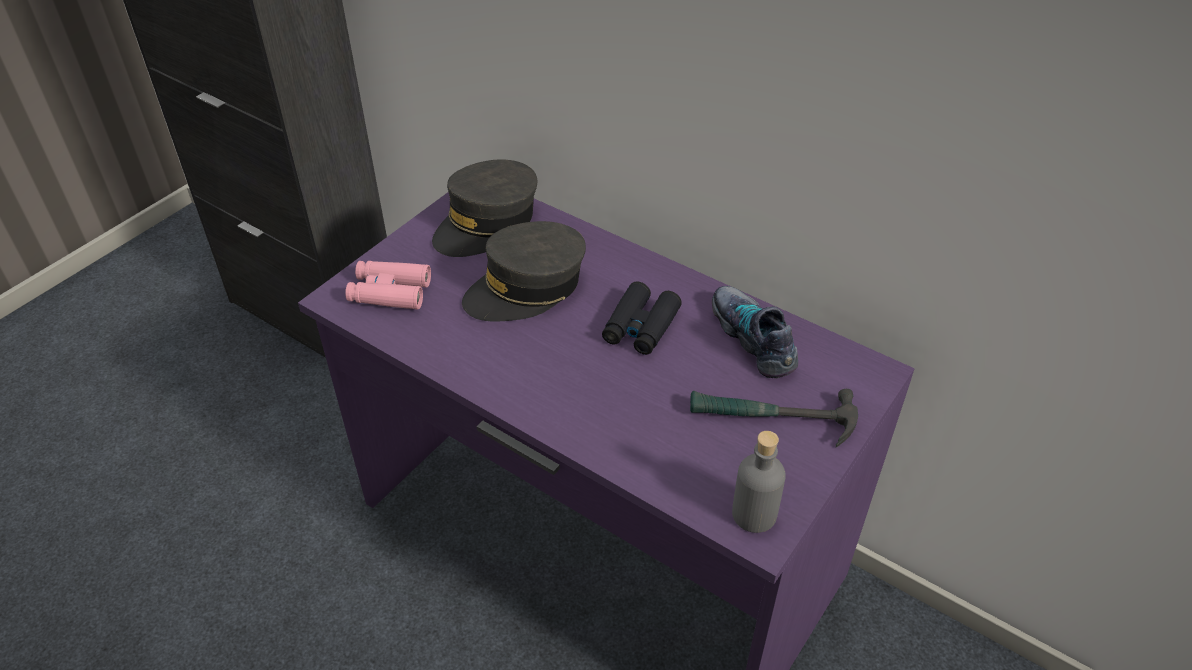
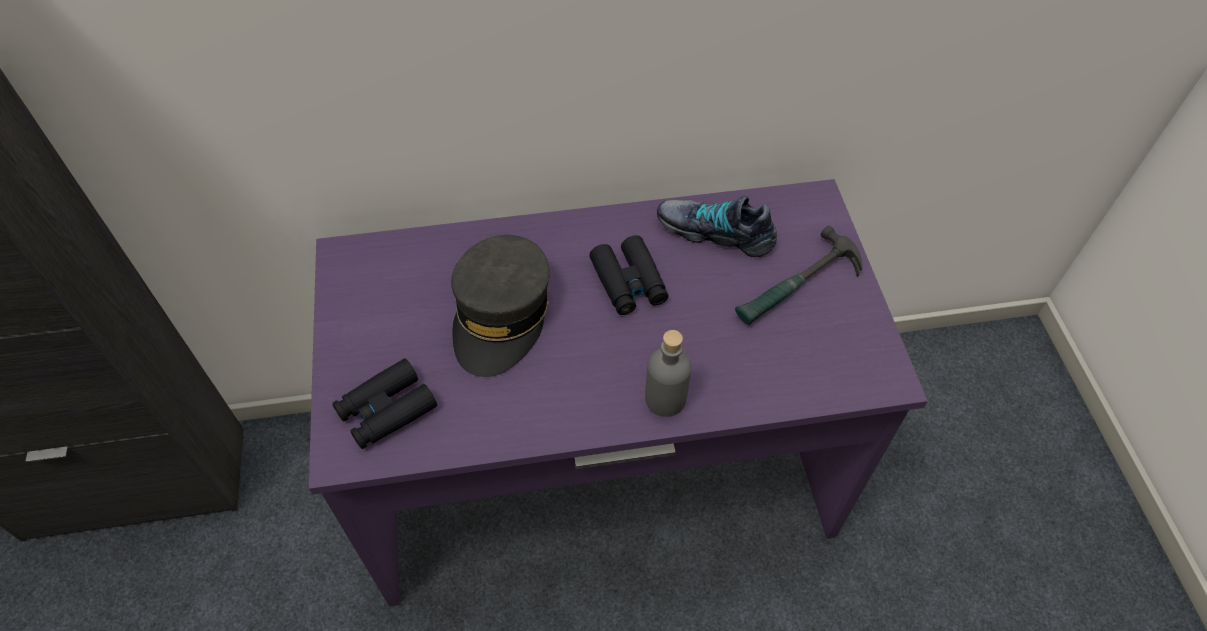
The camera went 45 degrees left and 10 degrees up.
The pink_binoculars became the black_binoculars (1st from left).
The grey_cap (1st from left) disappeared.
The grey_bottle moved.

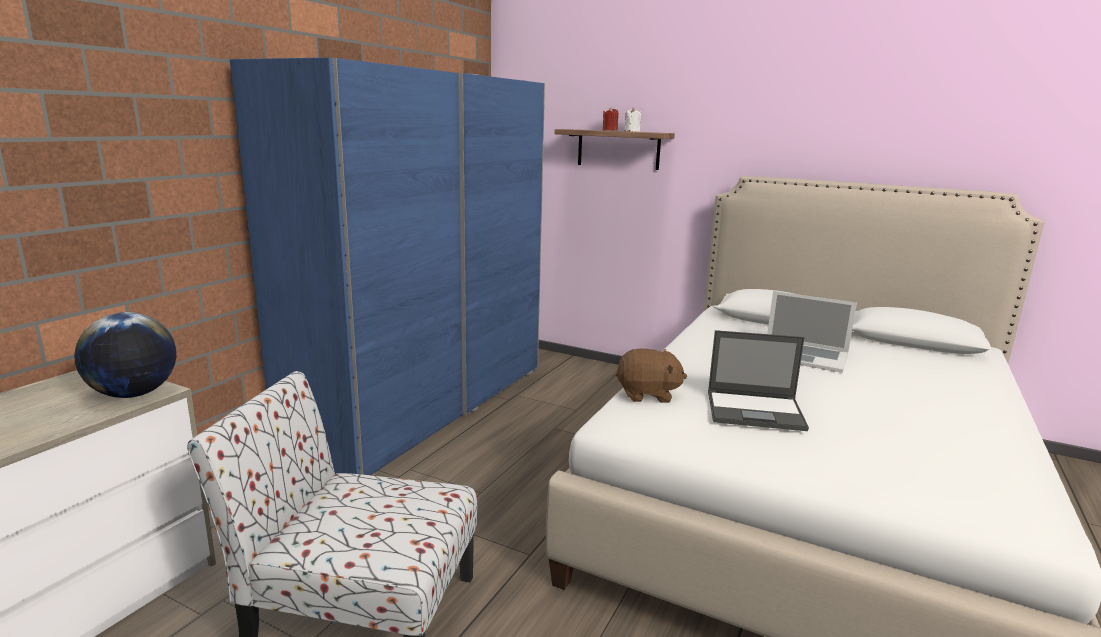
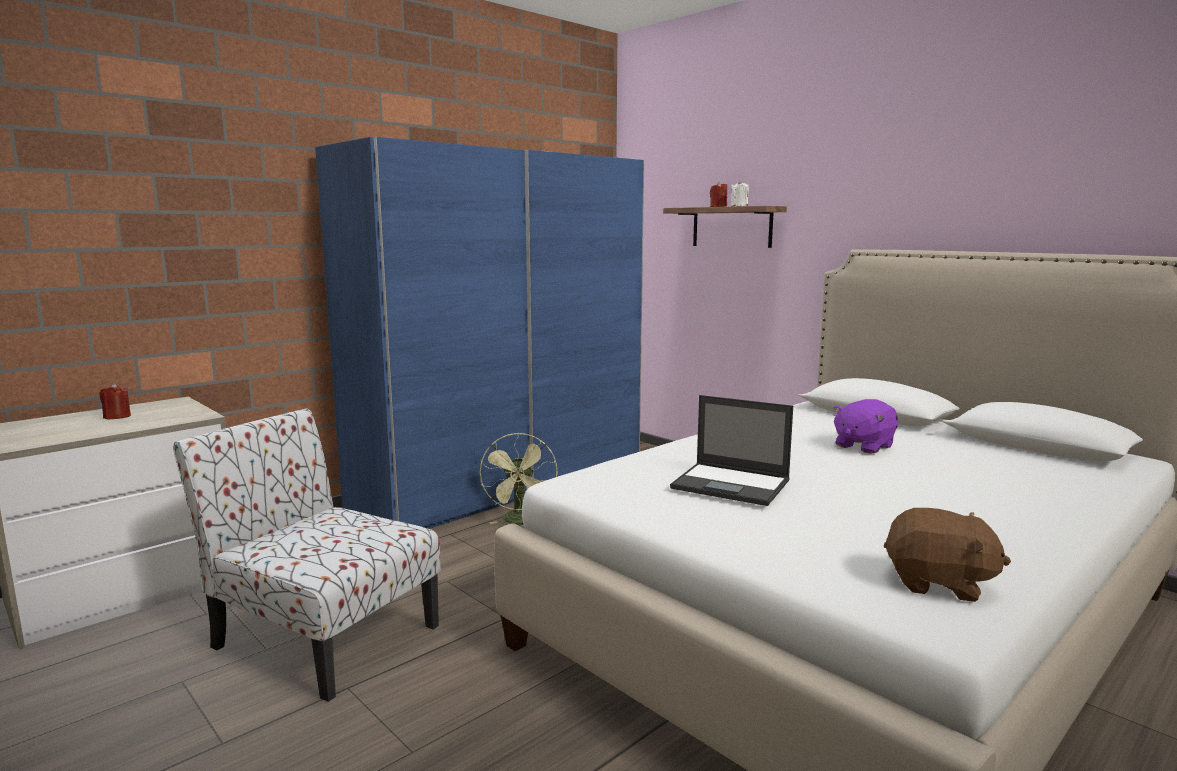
The camera went 20 degrees right and 5 degrees down.
The globe disappeared.
The brown_plush_toy moved.
The laptop (2nd from left) was replaced by the purple_plush_toy.
The red_candle (1st from left) appeared.
The green_fan appeared.

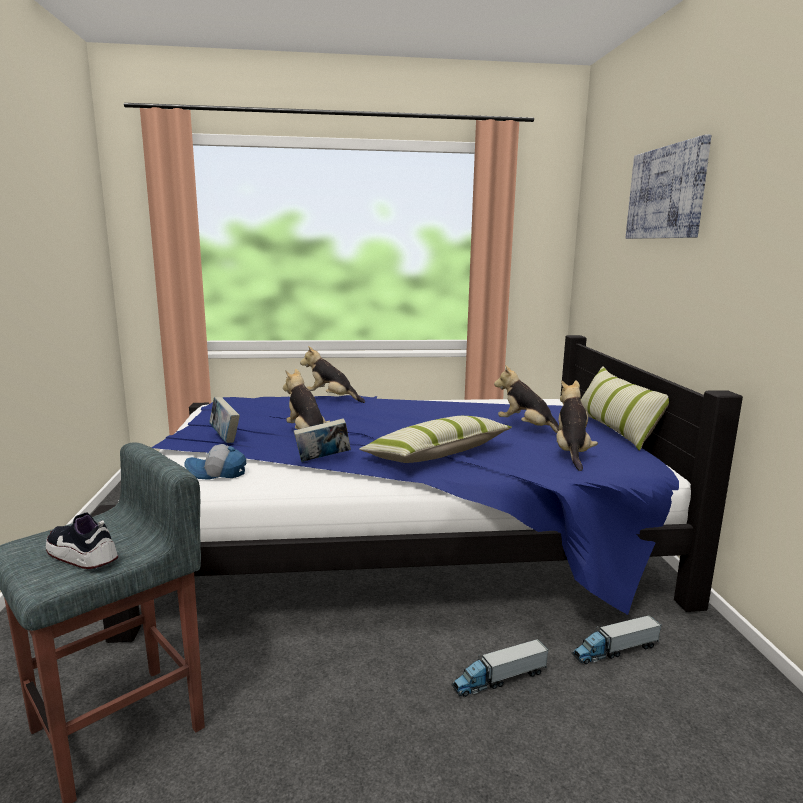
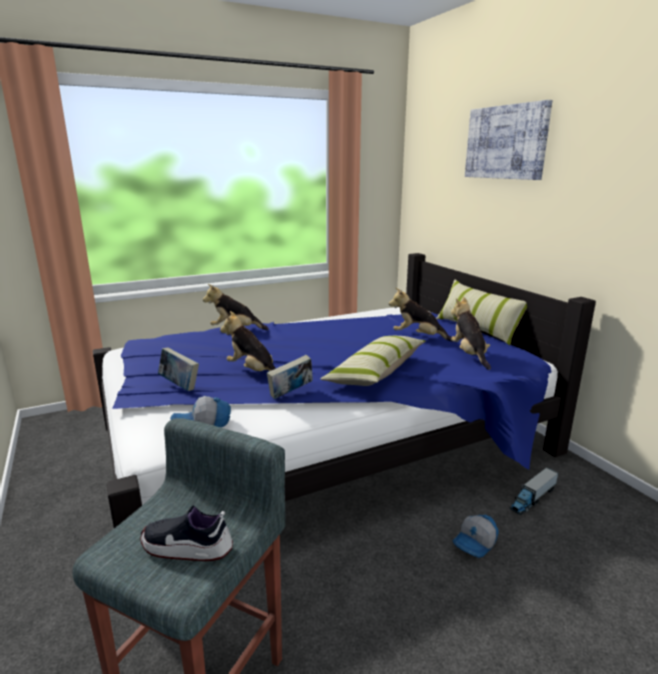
The camera went 20 degrees left and 5 degrees up.
The toy_truck (1st from left) was replaced by the cap (2nd from left).

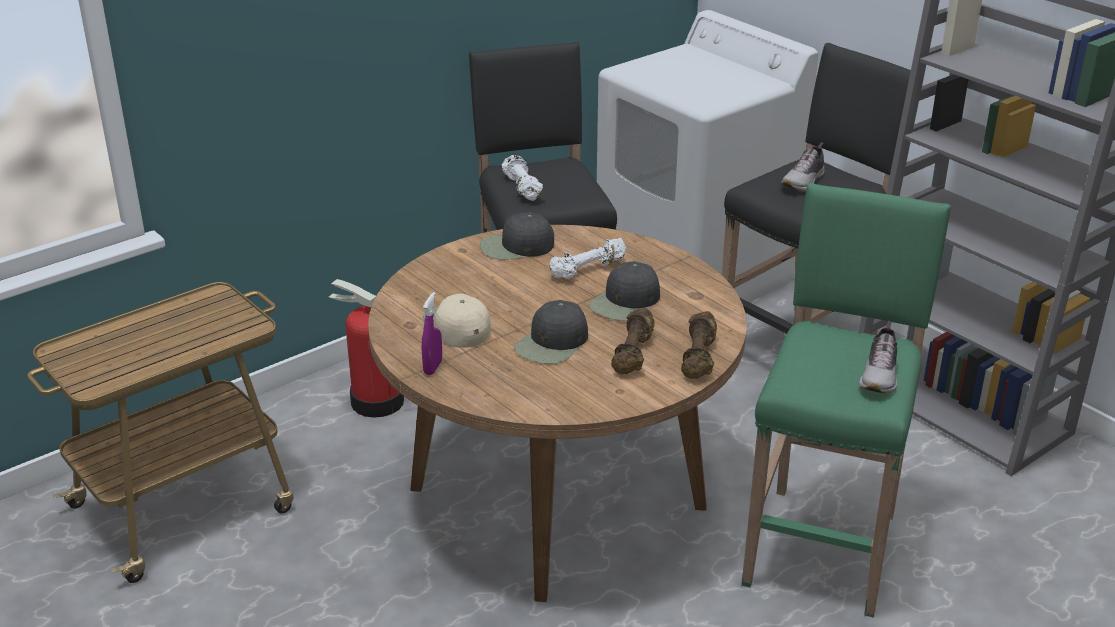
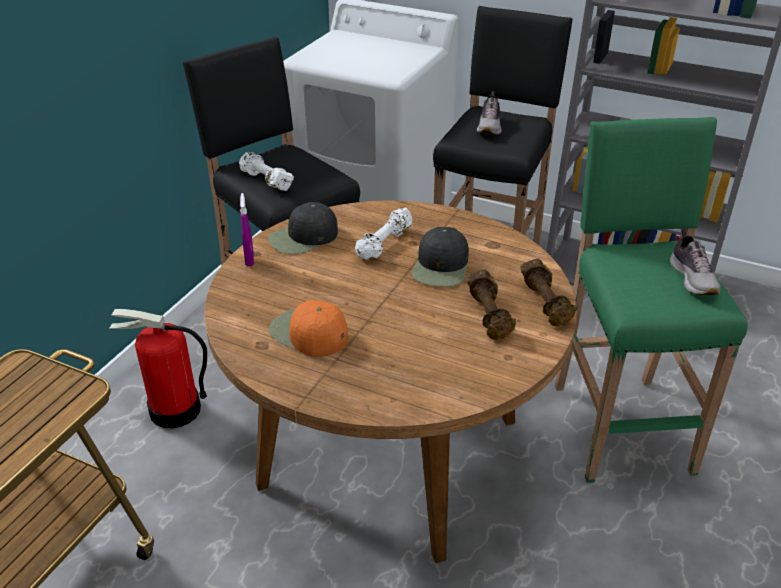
The camera went 25 degrees left and 5 degrees up.
The purple_spray_bottle moved.
The beige_cap became the orange_cap.
The black_cap (2nd from left) disappeared.

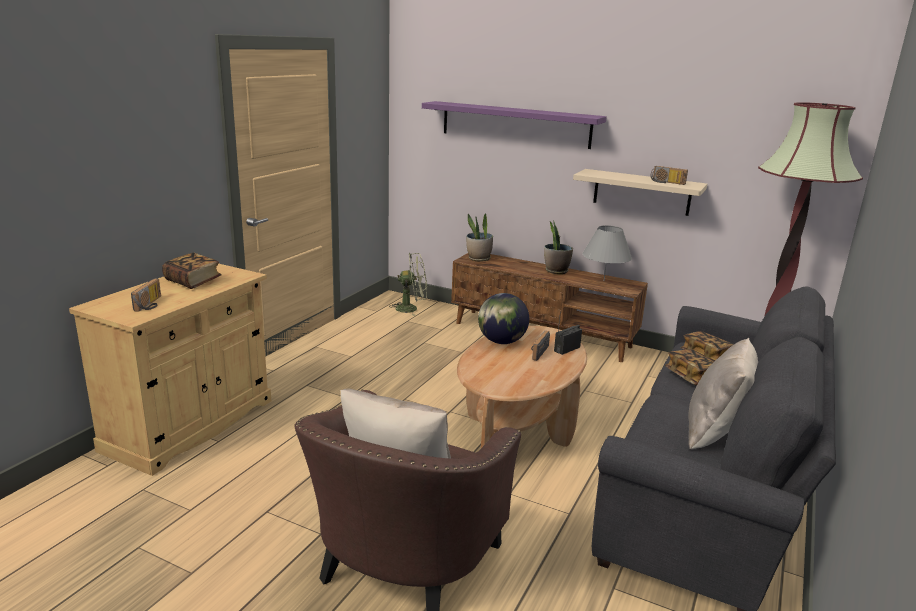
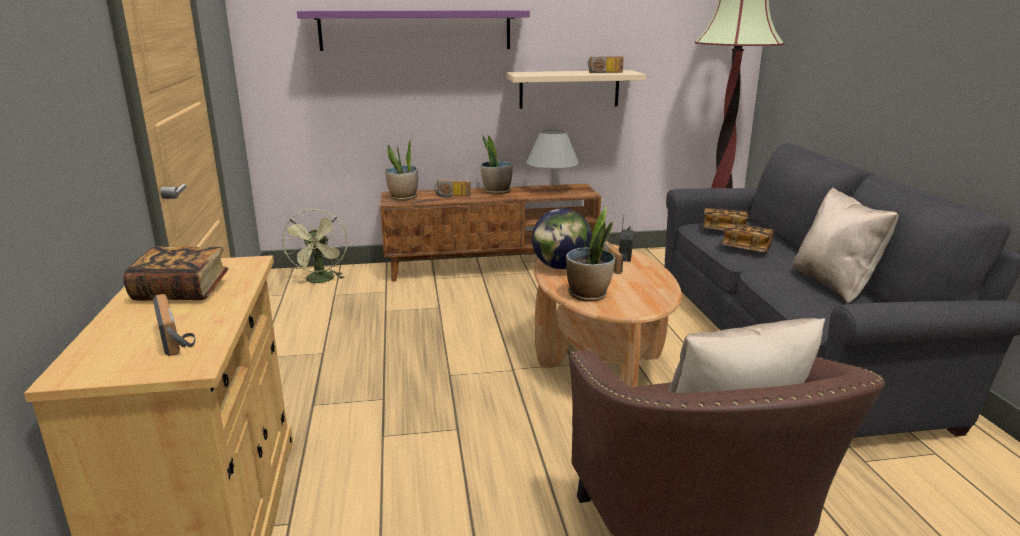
The camera went 35 degrees left and 0 degrees up.
The green_fan turned 120 degrees clockwise.
The radio (2nd from left) appeared.
The potted_plant (3rd from left) appeared.

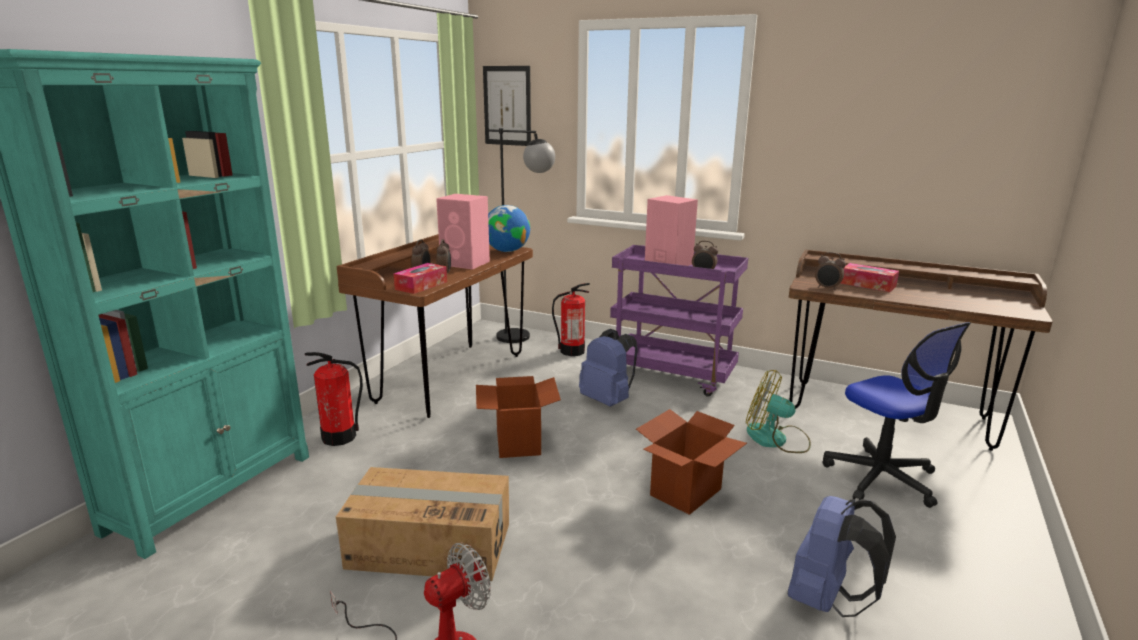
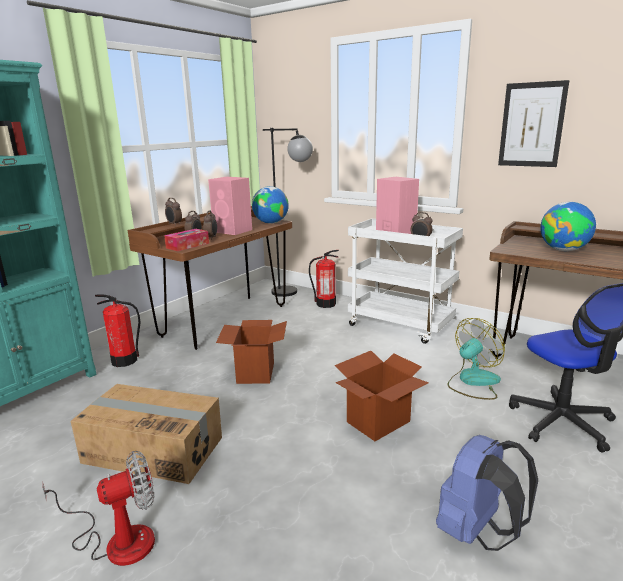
The camera went 10 degrees right and 0 degrees up.
The picture moved.
The blue_backpack (1st from left) disappeared.
The purple_cart became the white_cart.
The fan (2nd from left) turned 105 degrees clockwise.
The alarm_clock (4th from left in the first image) moved.
The tissue_box (2nd from left) was replaced by the globe (2nd from left).

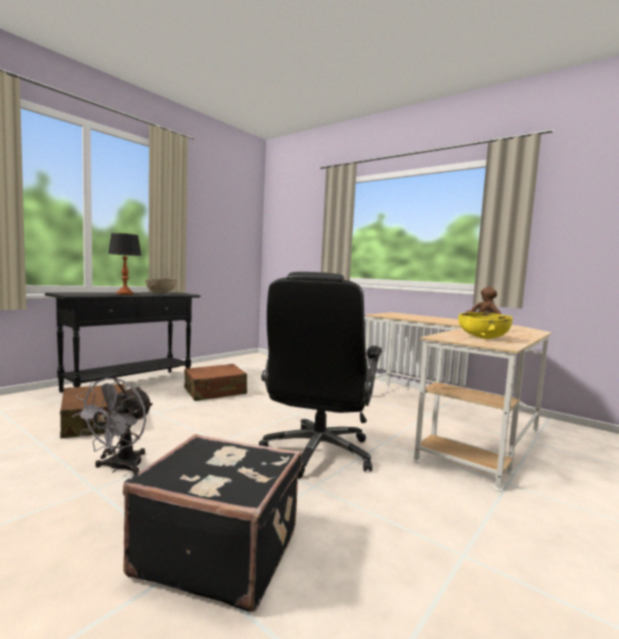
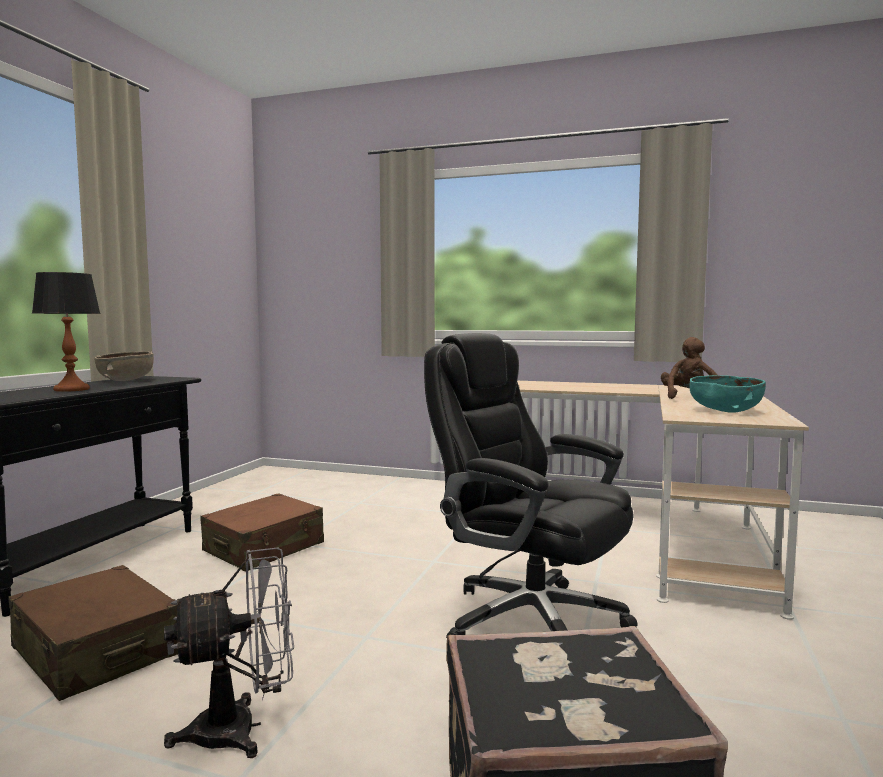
The camera went 20 degrees left and 0 degrees up.
The grey_fan turned 105 degrees counterclockwise.
The black_office_chair turned 135 degrees clockwise.
The yellow_bowl became the turquoise_bowl.

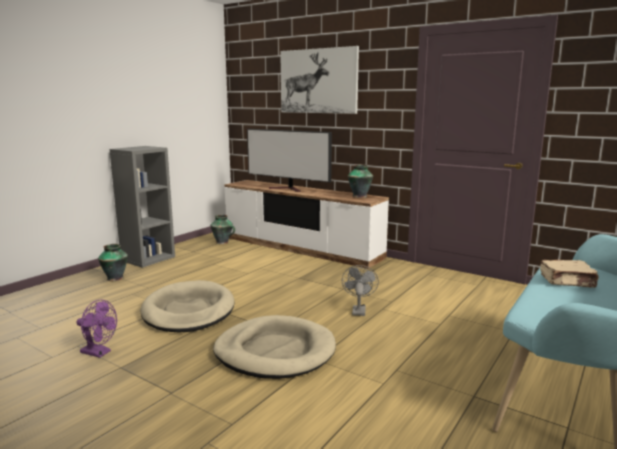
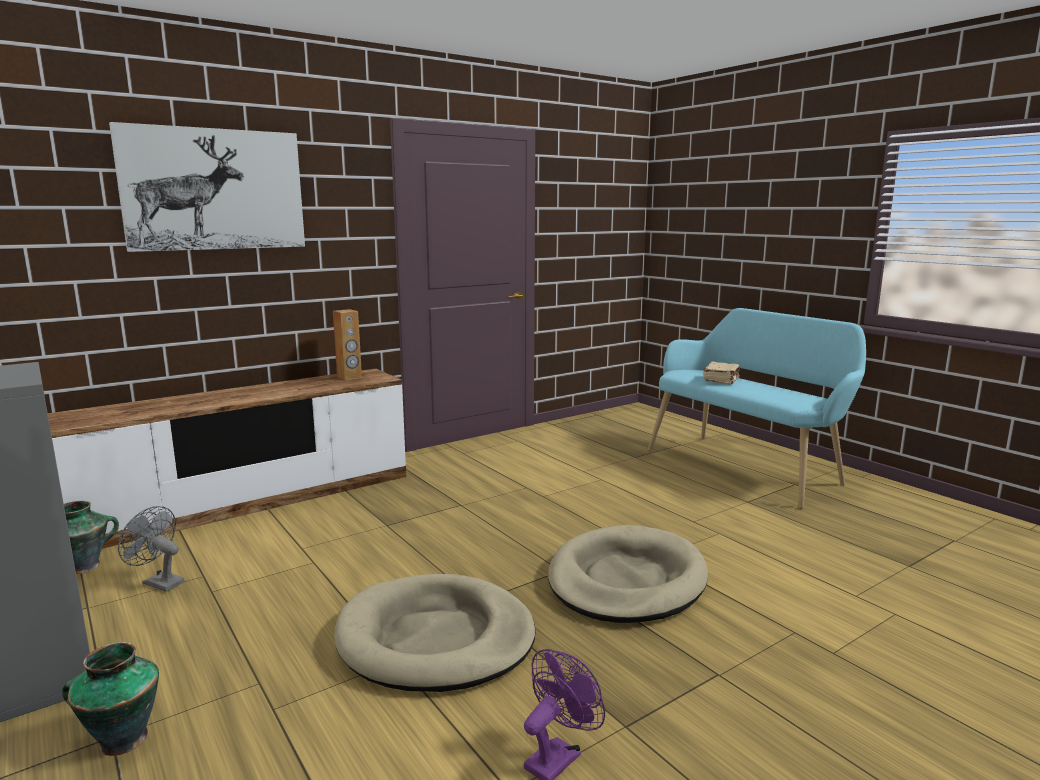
The camera went 70 degrees left and 0 degrees up.
The television disappeared.
The grey_fan moved.
The vase (3rd from left) was replaced by the brown_speaker.

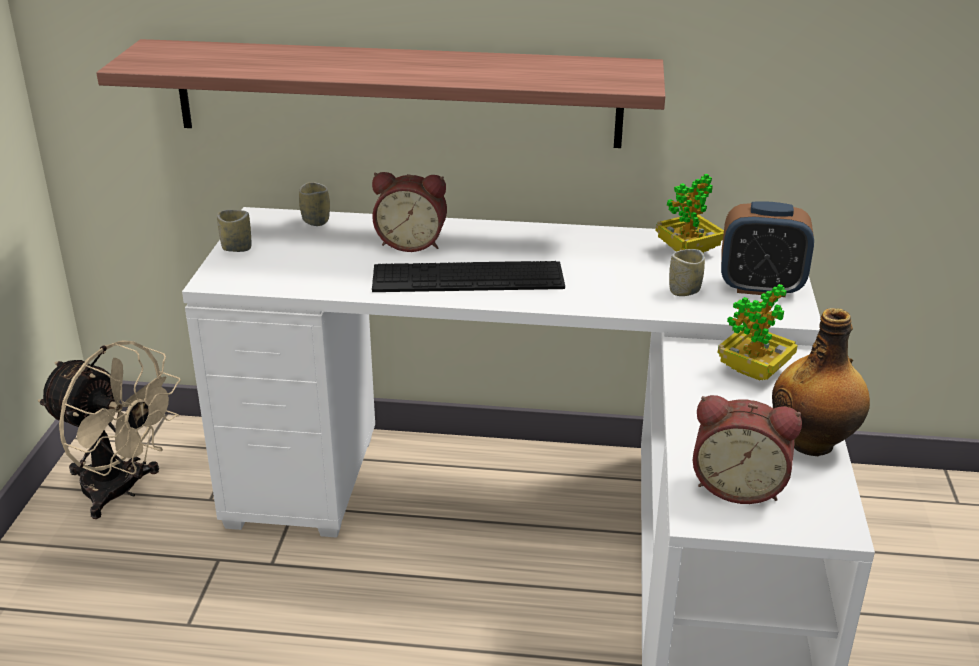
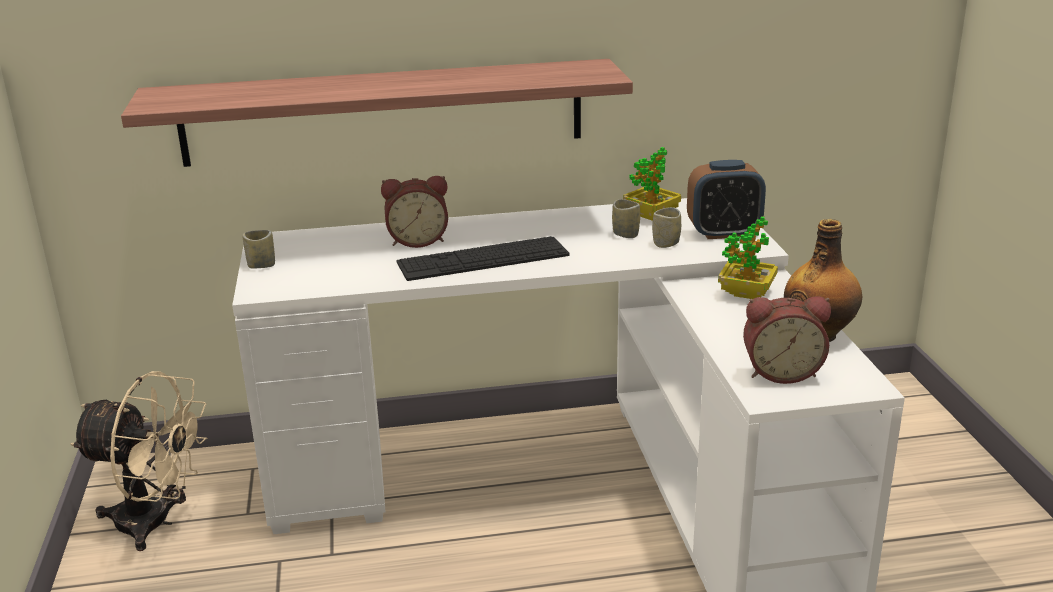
The camera went 15 degrees left and 5 degrees down.
The cup (2nd from left) moved.

